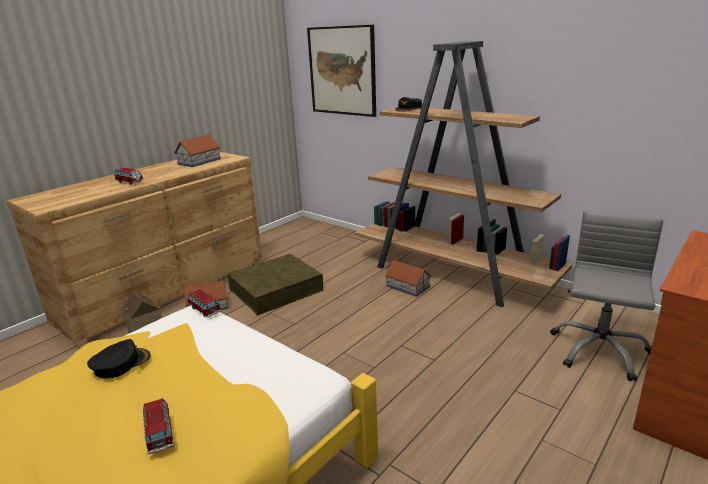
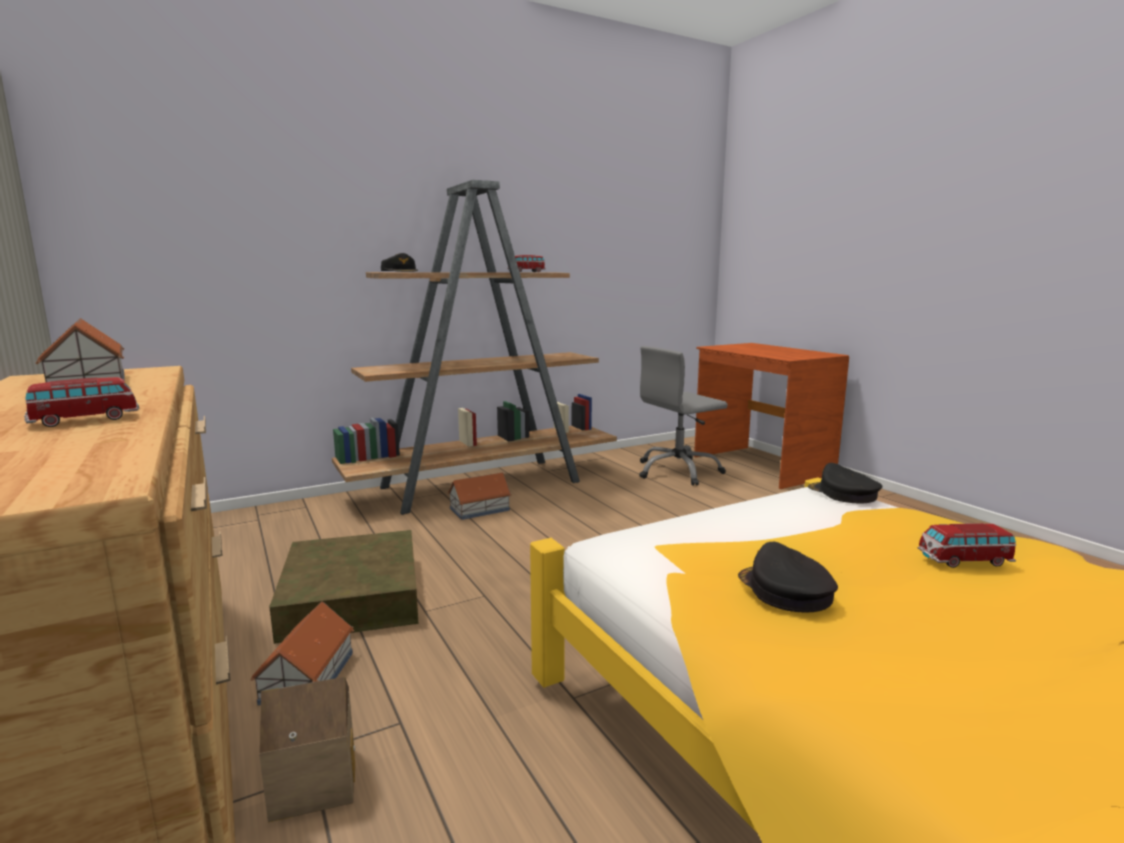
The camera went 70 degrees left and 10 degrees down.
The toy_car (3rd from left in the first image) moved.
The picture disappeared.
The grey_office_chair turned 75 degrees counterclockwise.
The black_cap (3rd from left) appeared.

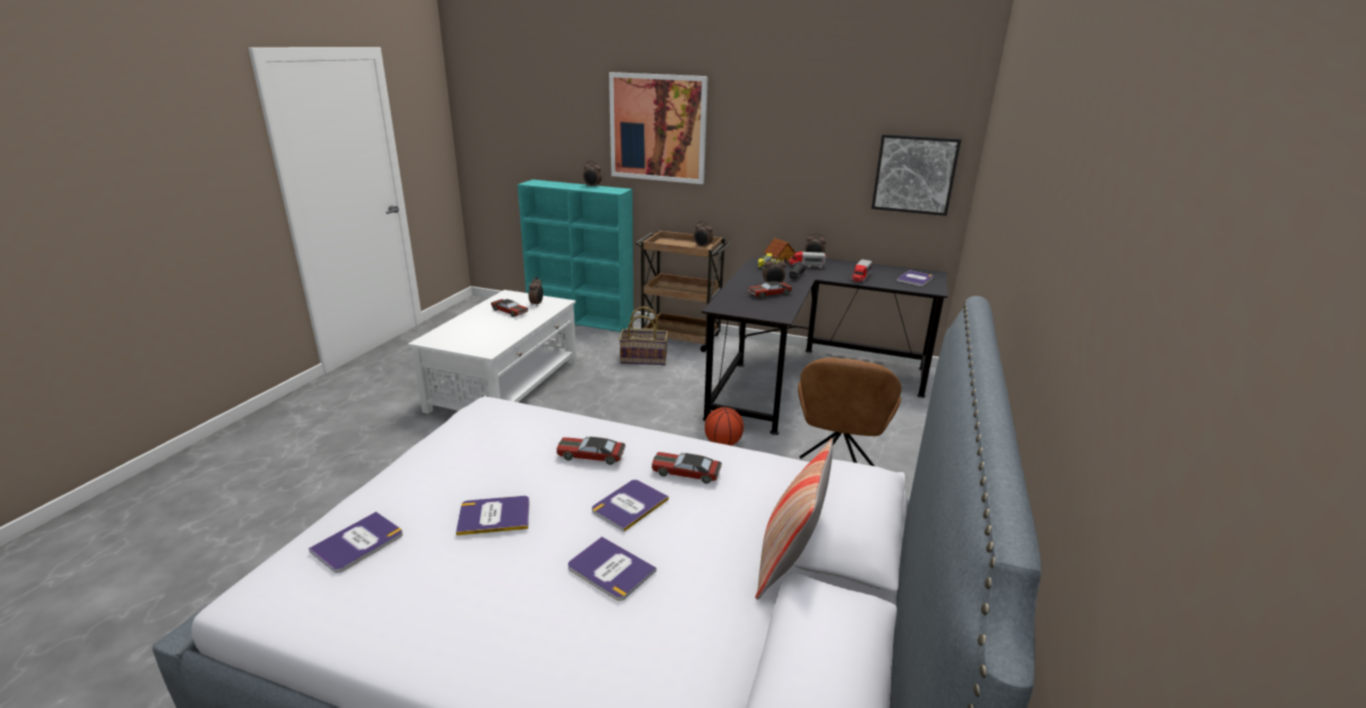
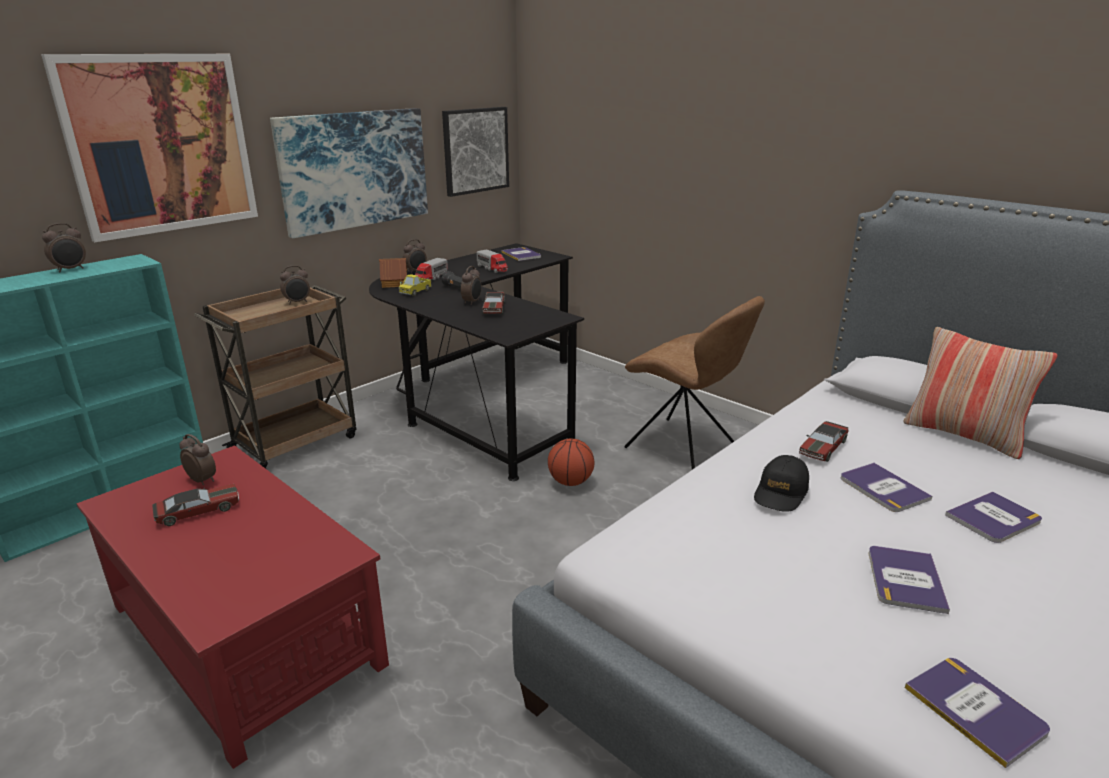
The camera went 65 degrees left and 0 degrees up.
The white_coffee_table became the red_coffee_table.
The toy_car (2nd from left) was replaced by the black_cap.
The basket disappeared.
The picture (2nd from left) appeared.

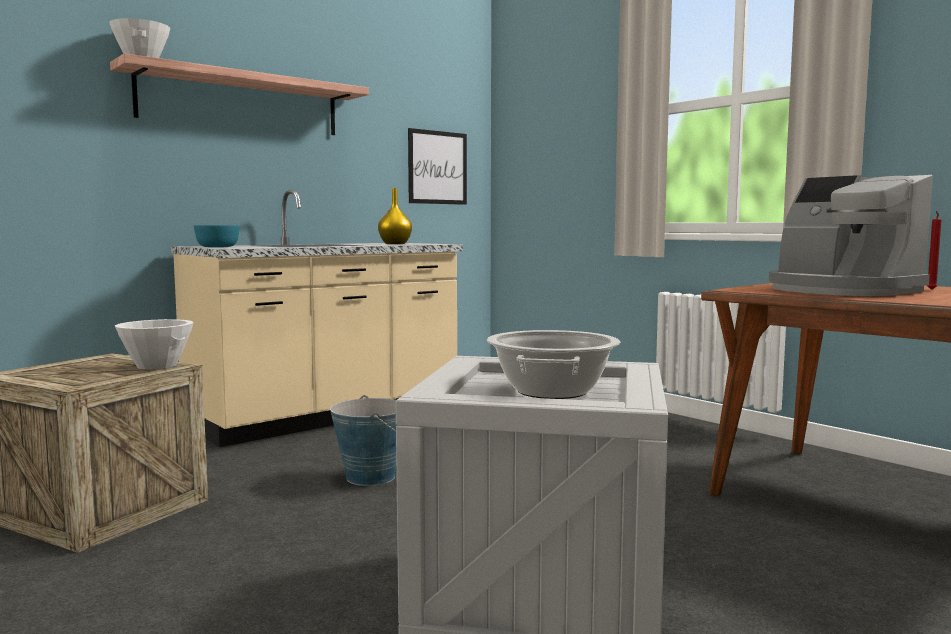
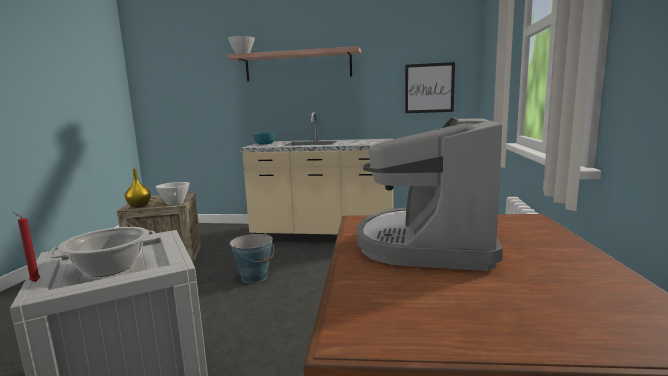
The camera went 50 degrees right and 5 degrees up.
The yellow_vase moved.
The red_candle moved.

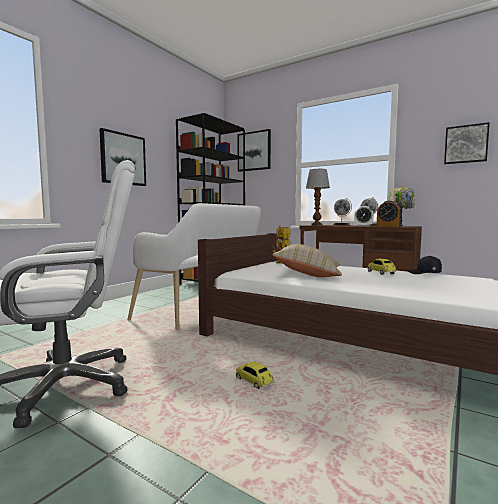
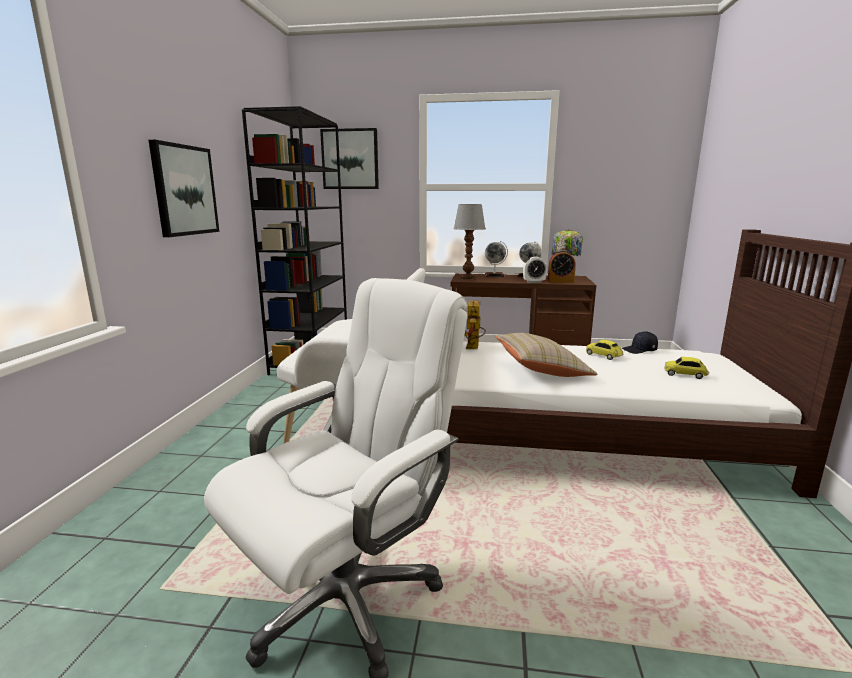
The camera went 25 degrees left and 10 degrees up.
The toy_car (1st from left in the first image) moved.
The picture (3rd from left) disappeared.

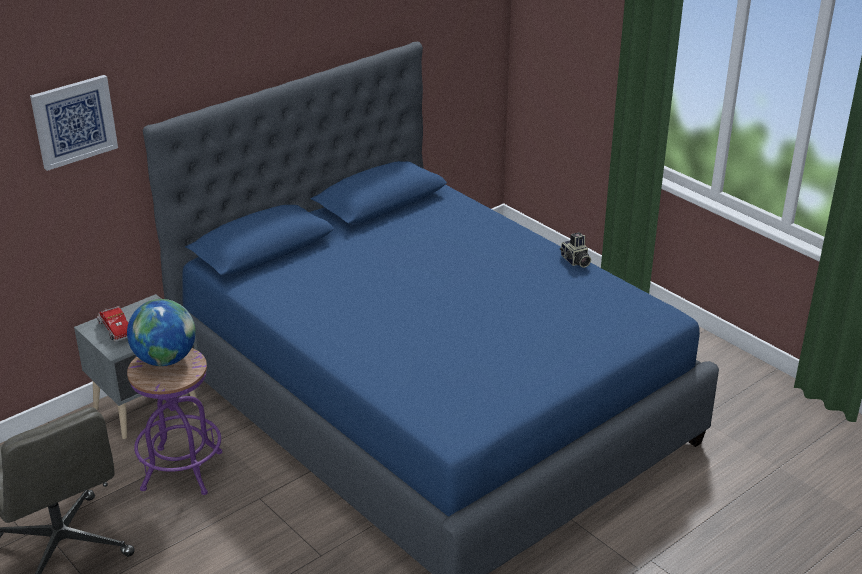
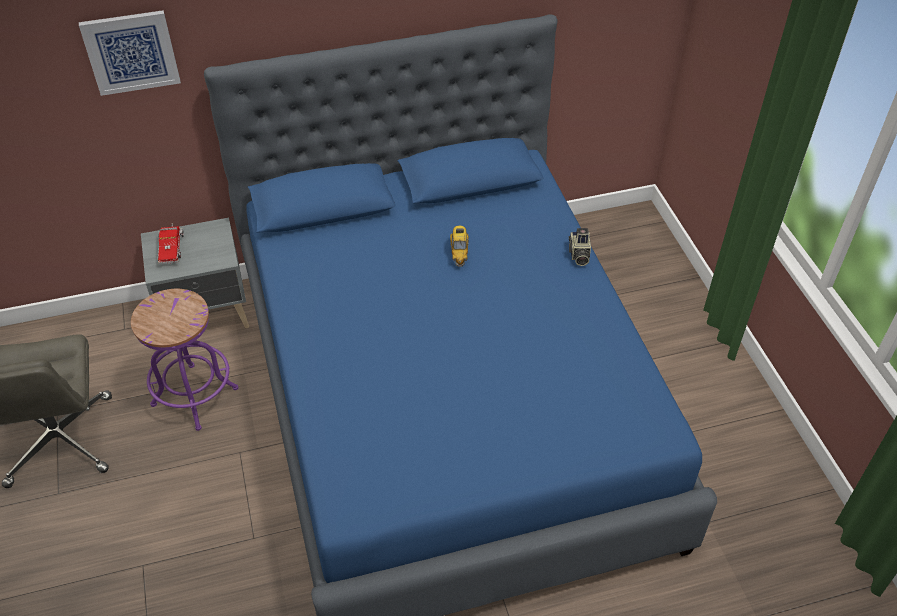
The camera went 25 degrees right and 15 degrees up.
The globe disappeared.
The photo_camera moved.
The toy_car appeared.

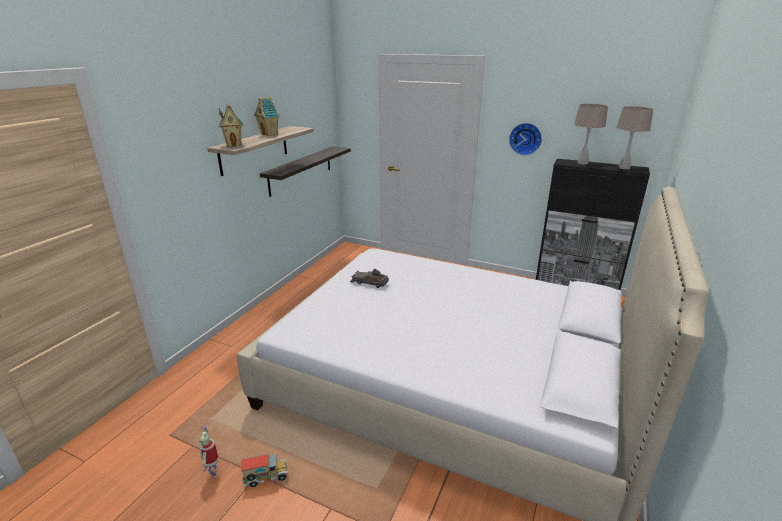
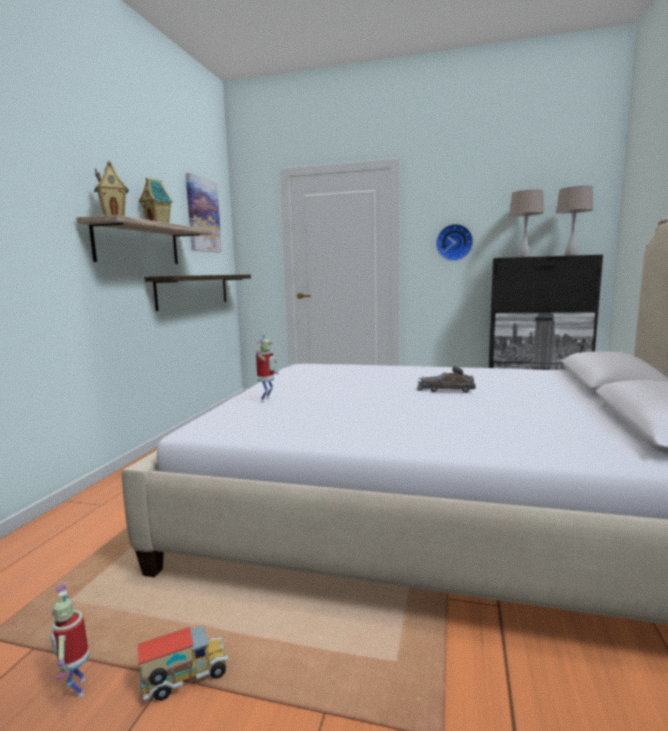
The camera went 10 degrees left and 15 degrees down.
The grey_toy_car moved.
The picture appeared.
The toy_robot (2nd from left) appeared.

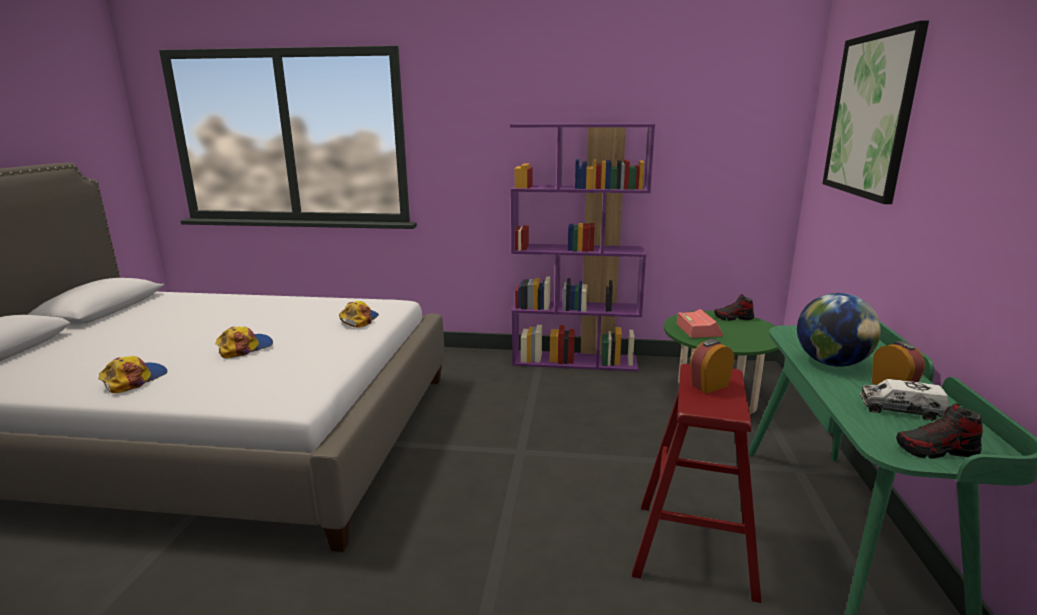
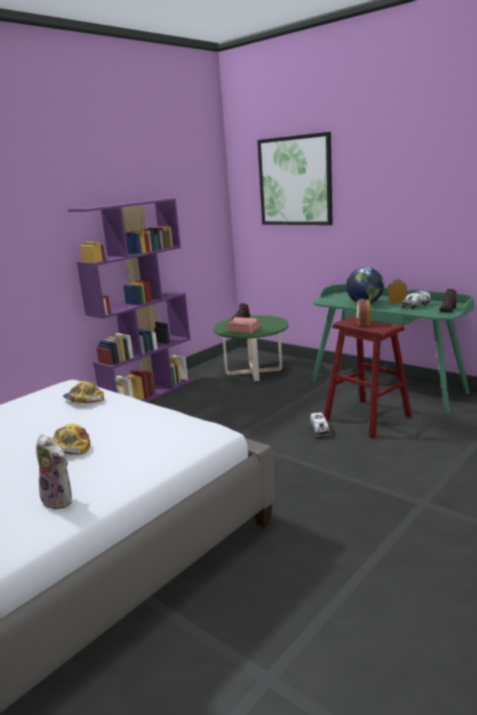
The camera went 55 degrees left and 0 degrees up.
The cap (1st from left) was replaced by the plush_toy.
The toy_truck (1st from left) appeared.

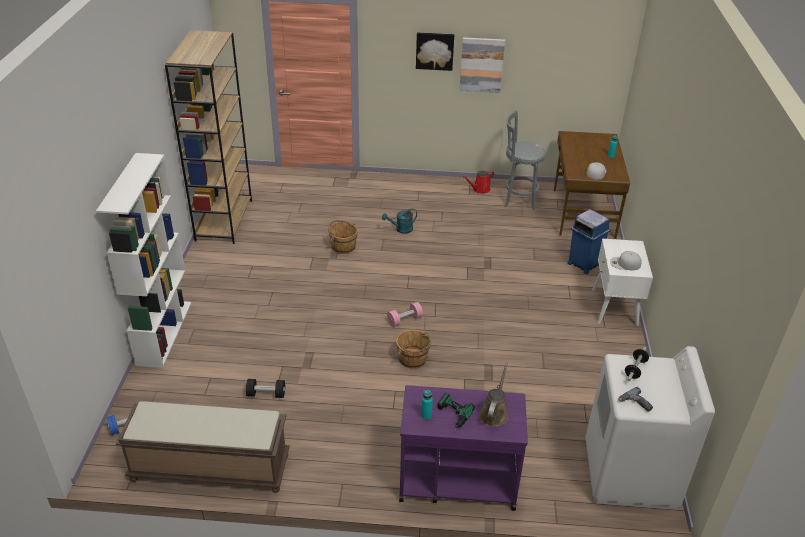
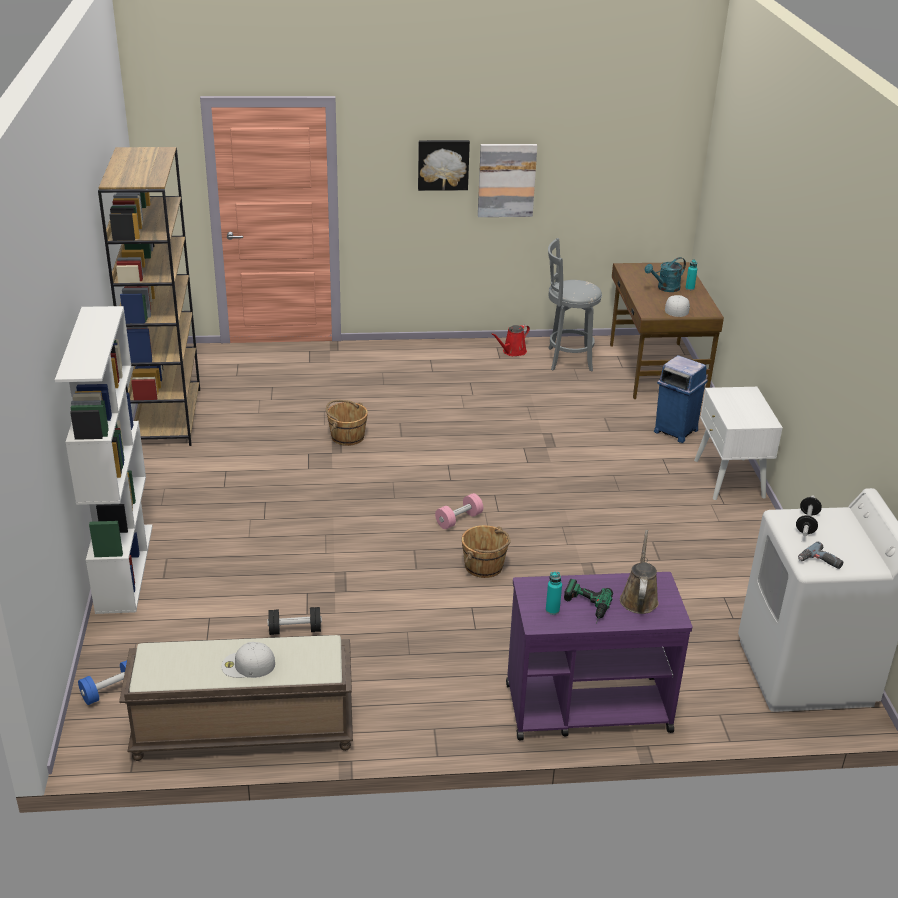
The camera went 10 degrees left and 5 degrees down.
The turquoise_watering_can moved.
The white_cap (2nd from left in the first image) moved.

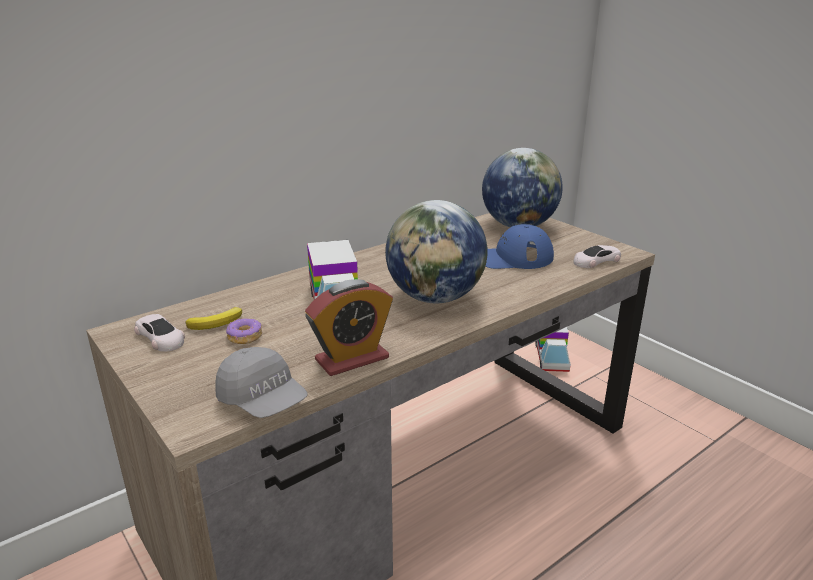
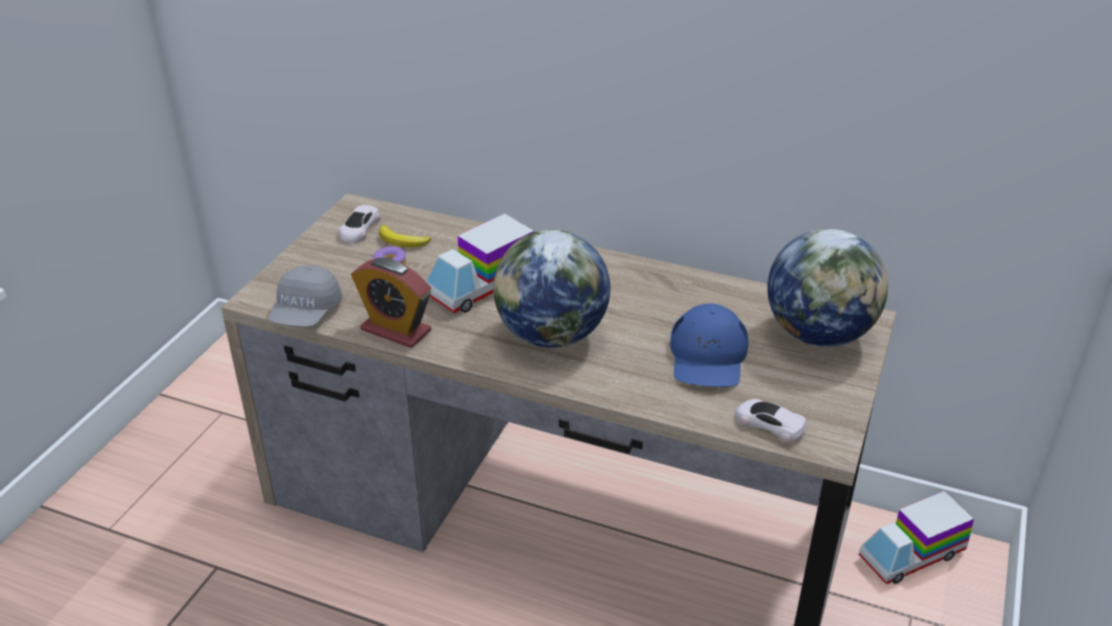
The camera went 60 degrees right and 10 degrees up.
The blue_cap turned 135 degrees counterclockwise.

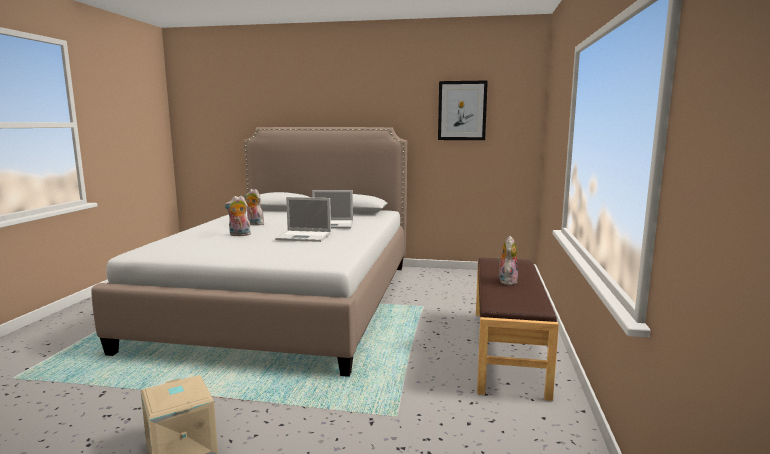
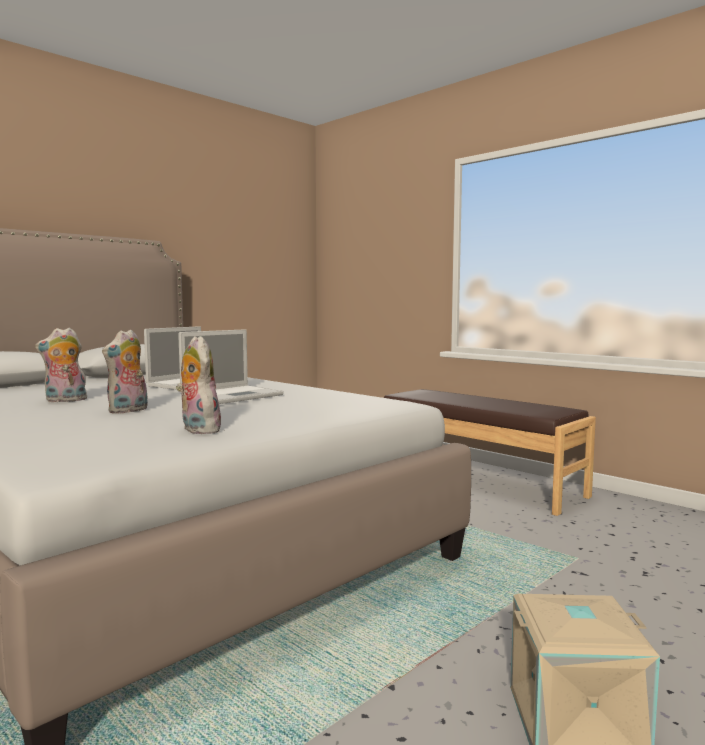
The camera went 55 degrees left and 5 degrees down.
The picture disappeared.
The plush_toy (3rd from left) moved.

